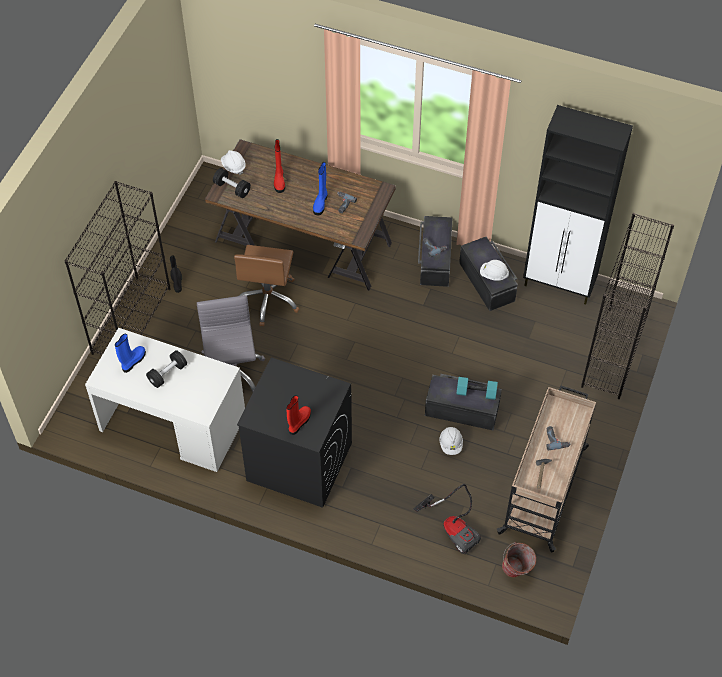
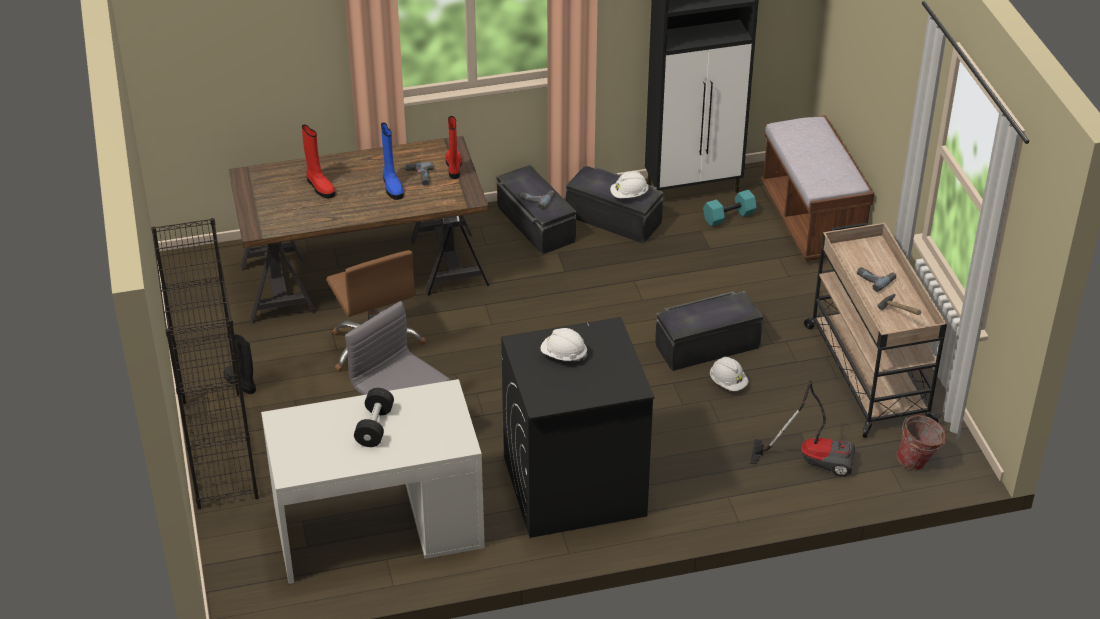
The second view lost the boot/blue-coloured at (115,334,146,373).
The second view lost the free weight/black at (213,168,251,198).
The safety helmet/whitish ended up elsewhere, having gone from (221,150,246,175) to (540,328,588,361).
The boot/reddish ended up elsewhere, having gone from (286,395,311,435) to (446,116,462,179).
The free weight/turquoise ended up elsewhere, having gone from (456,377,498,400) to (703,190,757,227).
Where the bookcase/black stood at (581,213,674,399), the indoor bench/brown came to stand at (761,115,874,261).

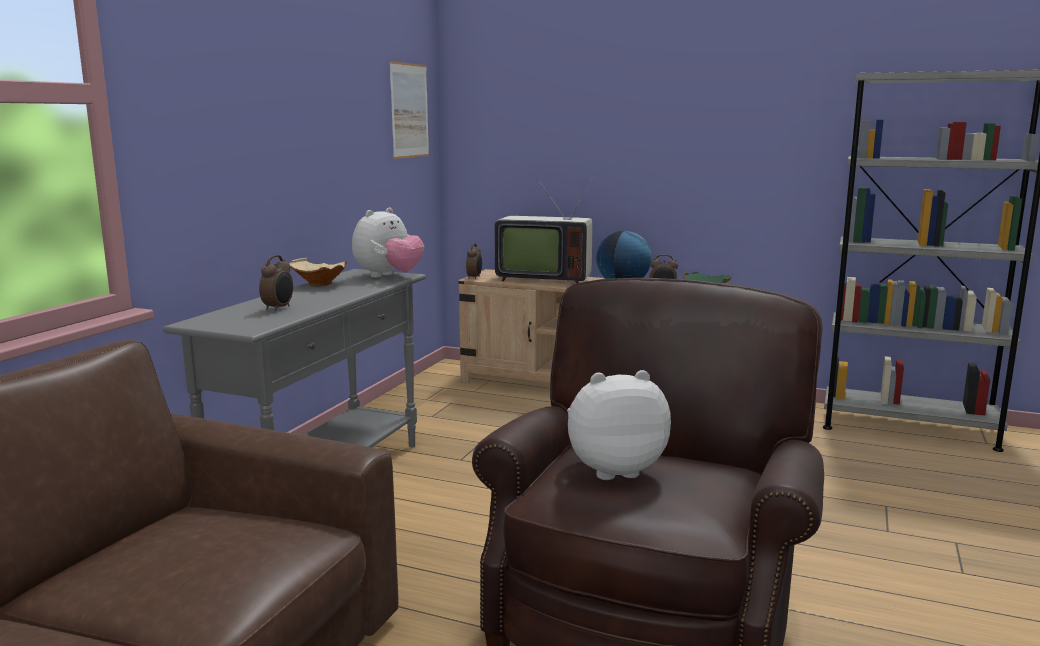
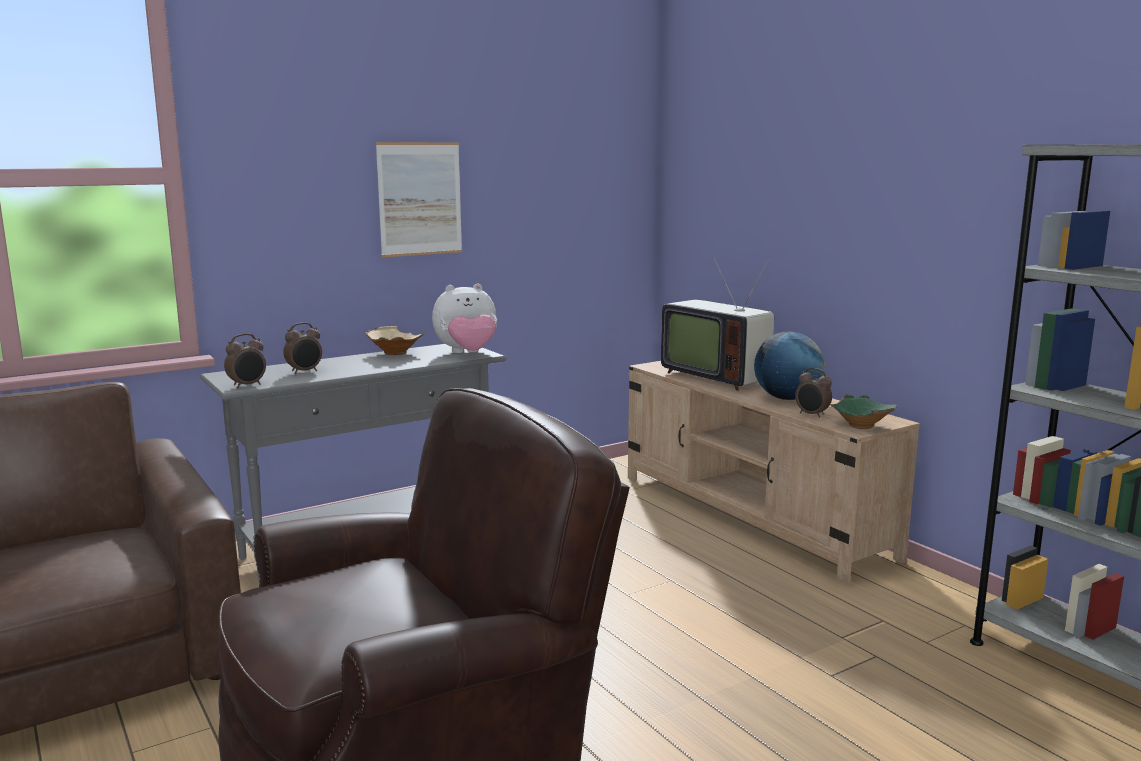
The picture ended up elsewhere, having gone from (389,61,429,159) to (376,142,462,258).
The alarm clock ended up elsewhere, having gone from (466,243,482,279) to (224,333,266,388).
The second view lost the plush toy at (567,370,671,480).

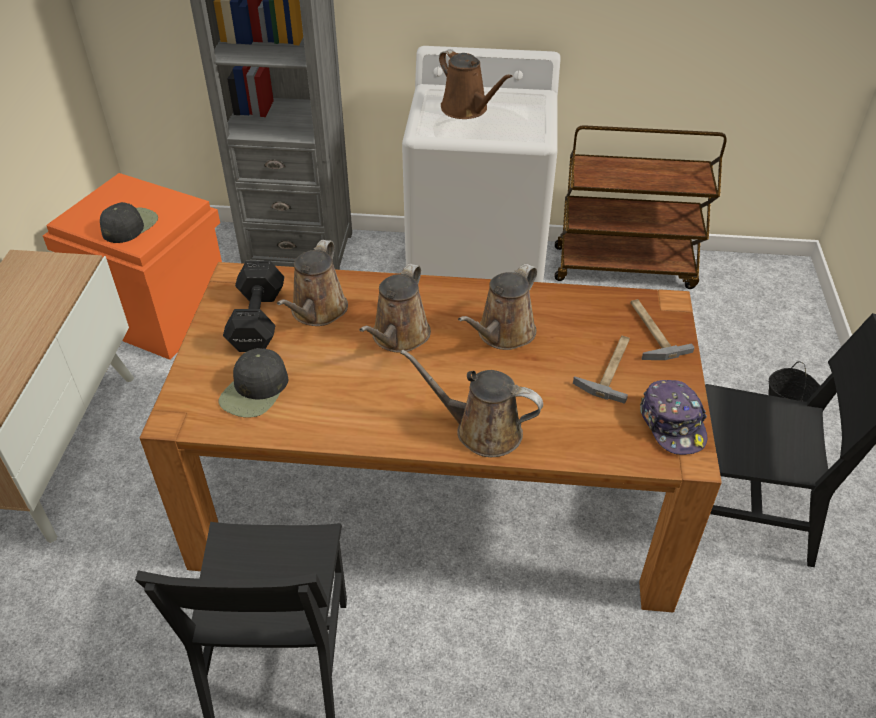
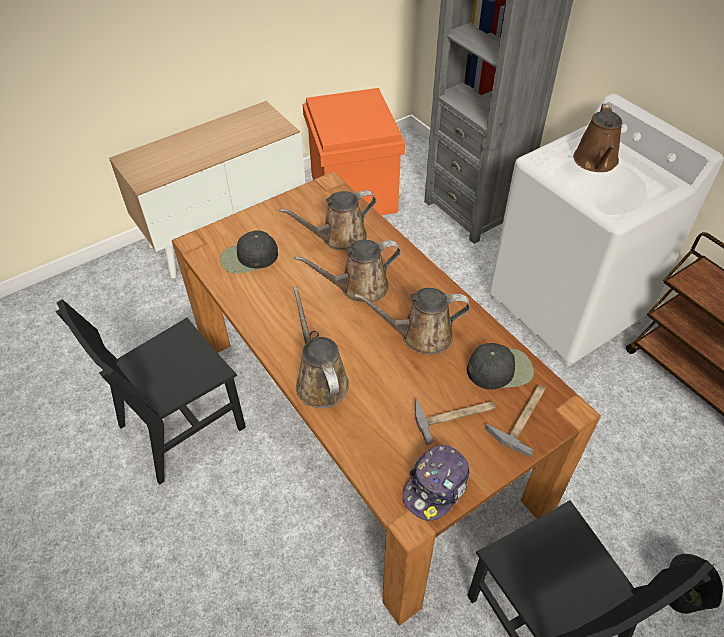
The cap/black ended up elsewhere, having gone from (100,202,158,243) to (467,343,534,390).
The second view lost the free weight/black at (223,261,284,352).

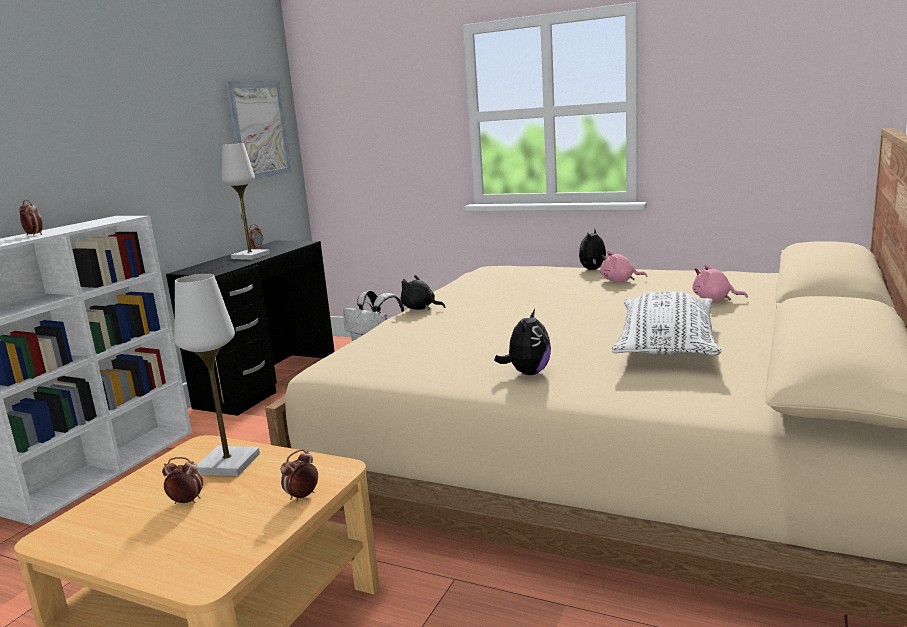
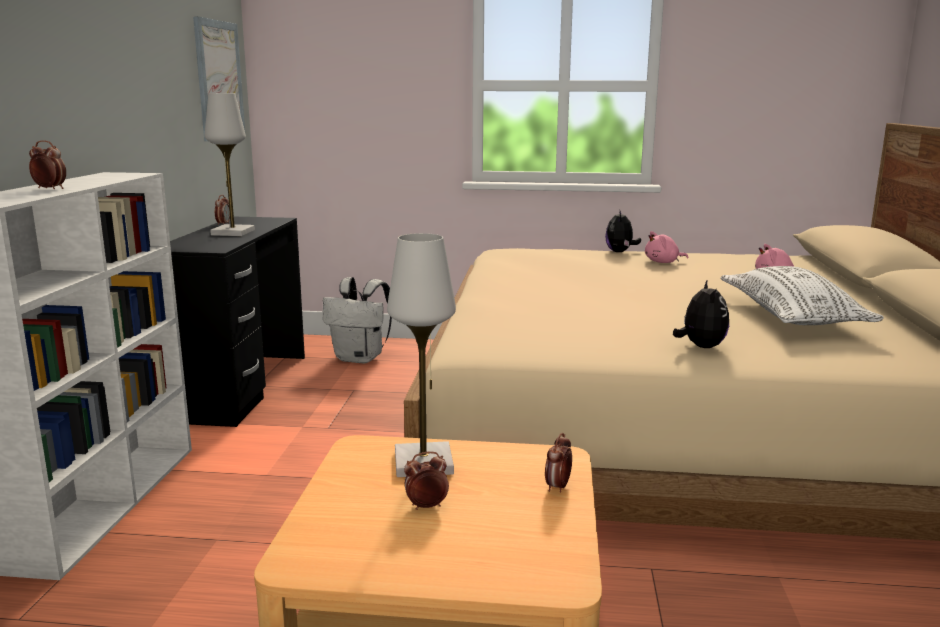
The second view lost the plush toy/black at (401,275,445,310).

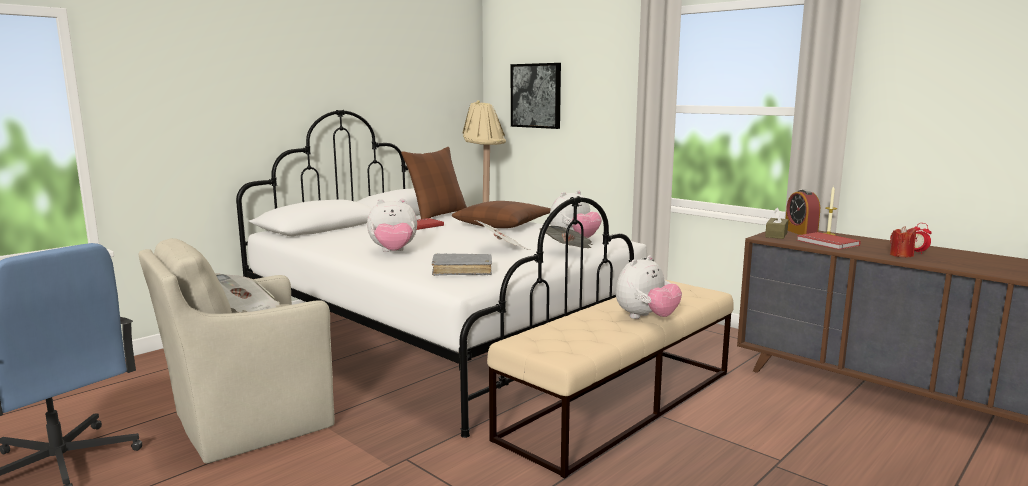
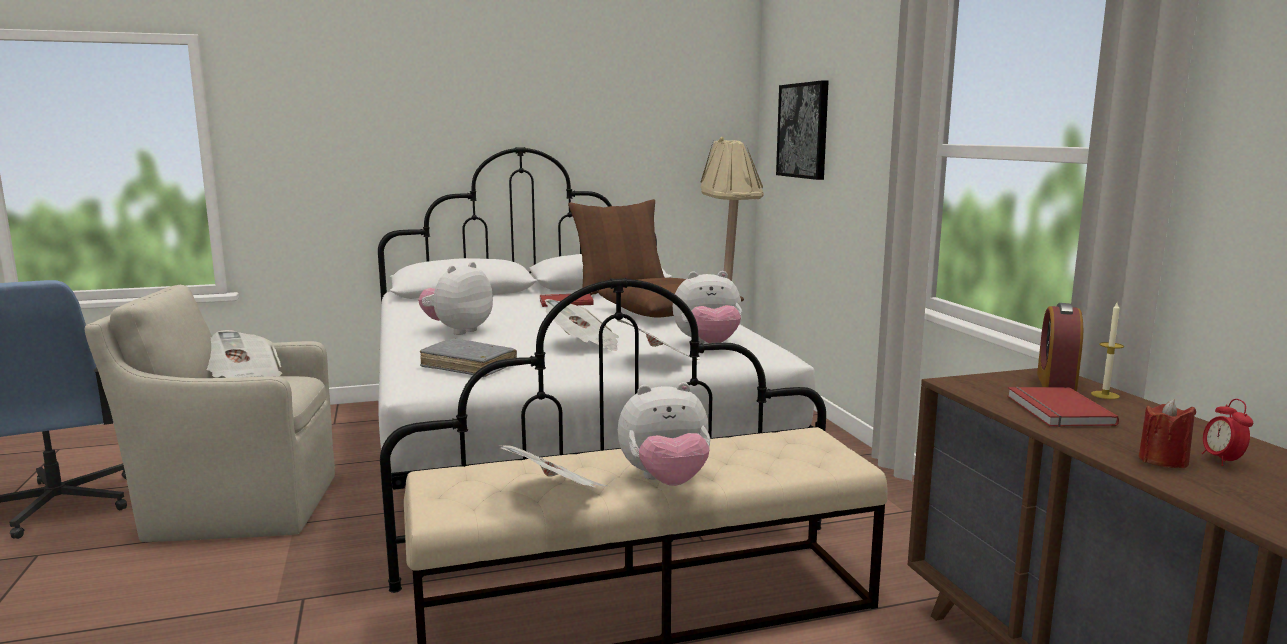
The plush toy at (367,198,417,252) ended up facing another way, 105 degrees clockwise from before.
The second view lost the box of tissues/brown at (765,207,789,239).
The second view gained the newspaper at (500,445,609,488).

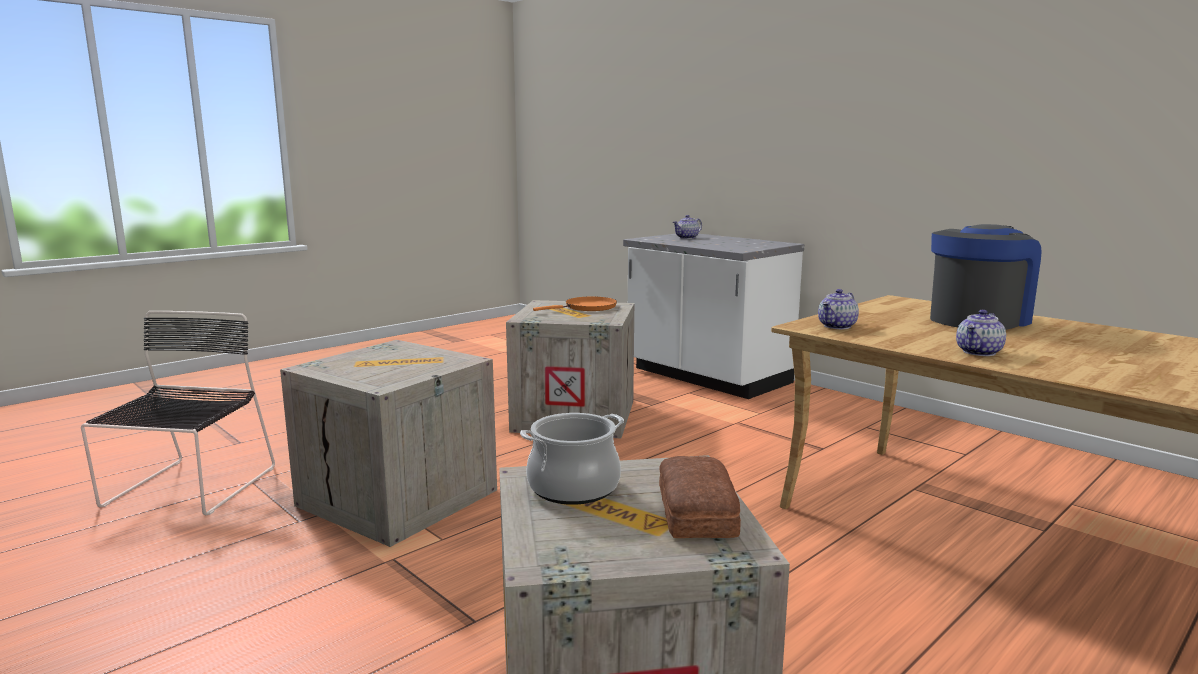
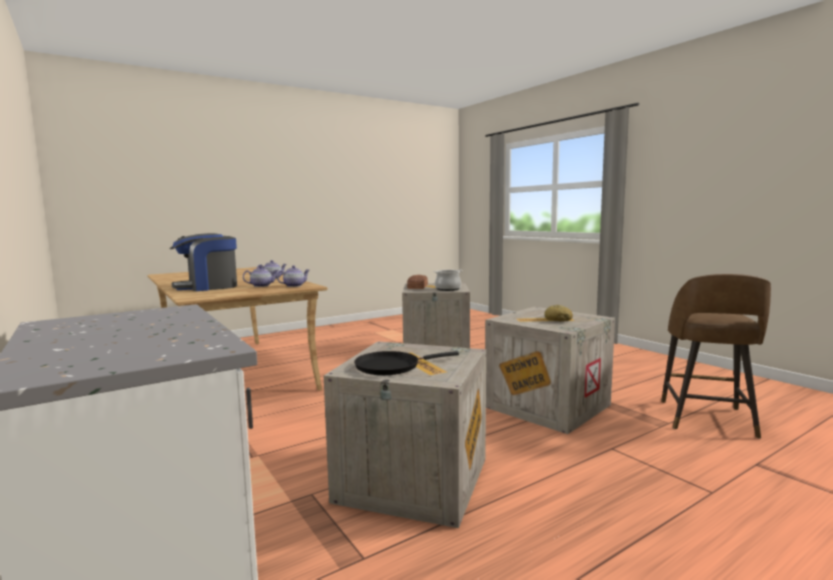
Where the plain chair/black stood at (81,311,275,515), the stool seat/brown came to stand at (661,274,771,439).
What was the skillet/orange at (533,296,617,311) turned into the skillet/black at (354,351,459,375).
The pot for tea ended up elsewhere, having gone from (673,215,702,239) to (243,266,278,287).
The second view gained the baked bread at (544,305,573,322).

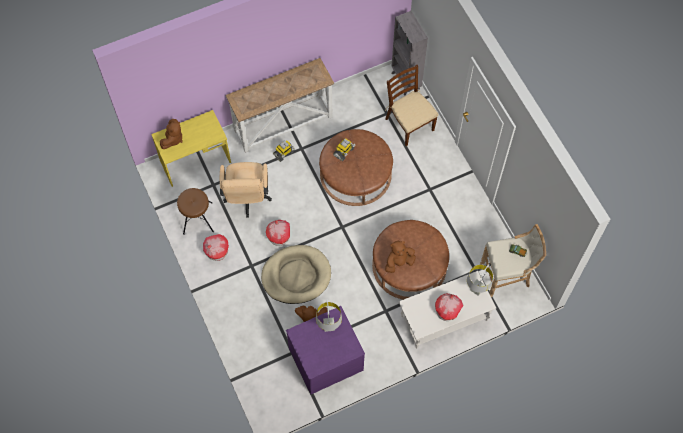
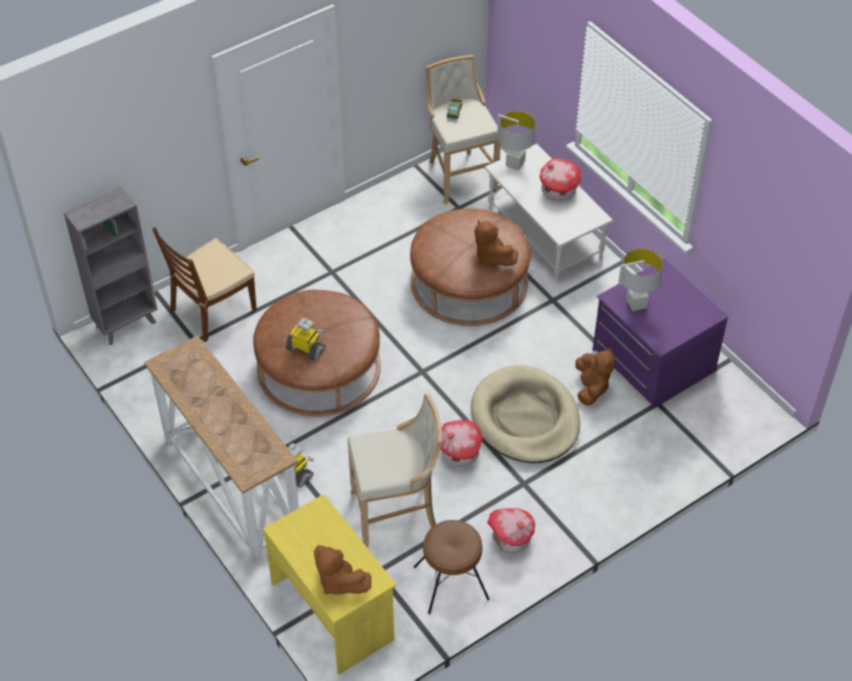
The plush toy/brown at (160,119,183,149) ended up facing another way, 150 degrees counterclockwise from before.
Where the desk chair/beige-coloured stood at (220,162,272,218), the stool seat/beige-coloured came to stand at (348,393,442,548).

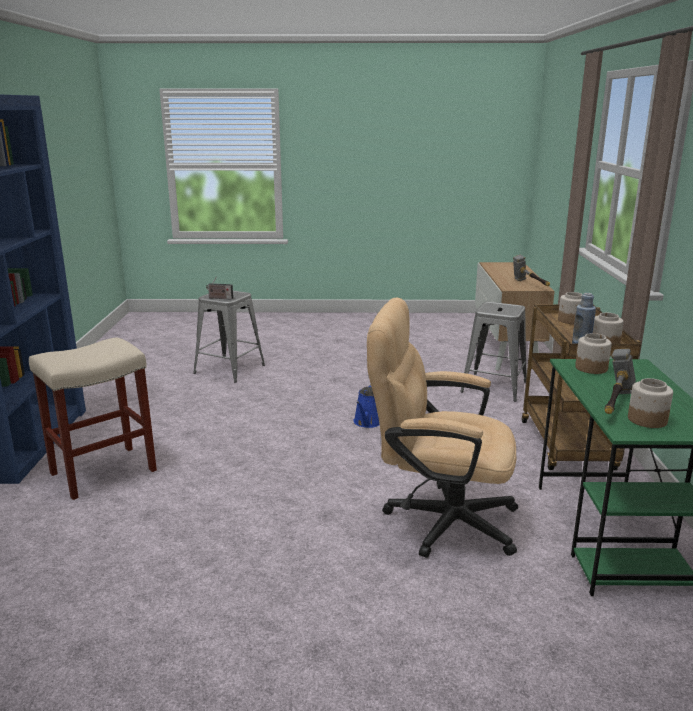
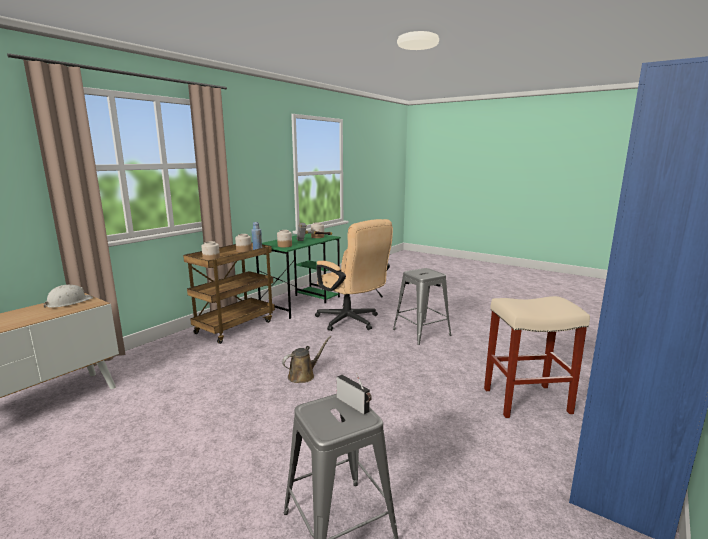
What was the watering can/blue-coloured at (353,384,379,428) turned into the watering can/brown at (282,336,331,383).
The stool seat/gray ended up elsewhere, having gone from (460,302,527,402) to (393,268,451,345).
Where the hammer stood at (513,255,550,286), the safety helmet/whitish came to stand at (43,285,93,308).

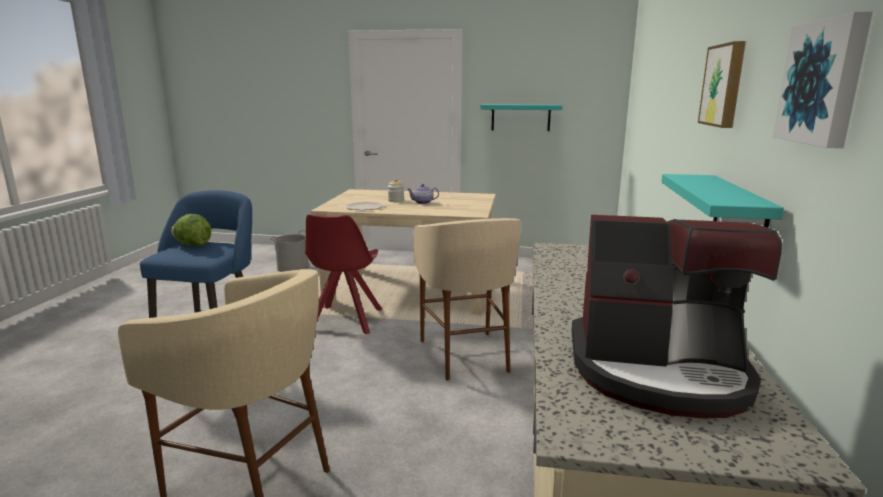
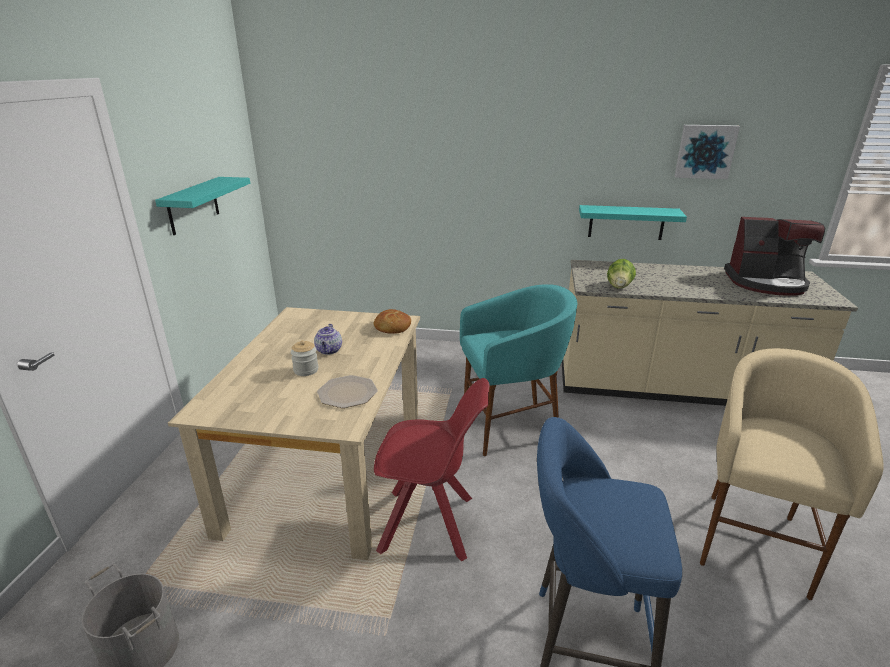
The lettuce ended up elsewhere, having gone from (171,214,211,246) to (607,259,636,289).
What was the stool seat/beige-coloured at (413,218,521,381) turned into the stool seat/turquoise at (460,284,577,456).
The coffee brewer at (571,215,782,418) ended up facing another way, 90 degrees clockwise from before.
The second view lost the picture at (698,41,746,128).
The second view gained the baked bread at (373,309,411,334).

